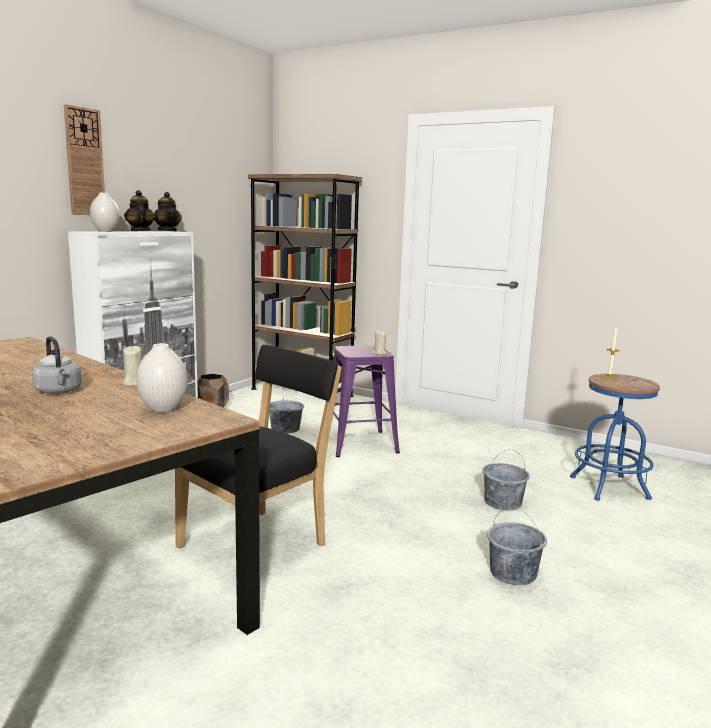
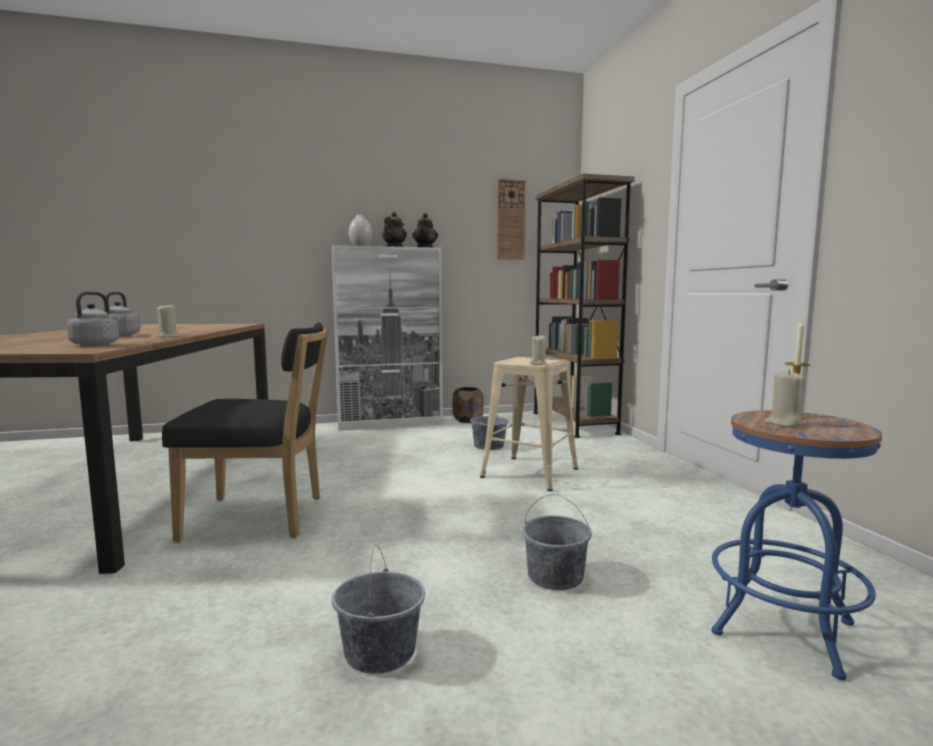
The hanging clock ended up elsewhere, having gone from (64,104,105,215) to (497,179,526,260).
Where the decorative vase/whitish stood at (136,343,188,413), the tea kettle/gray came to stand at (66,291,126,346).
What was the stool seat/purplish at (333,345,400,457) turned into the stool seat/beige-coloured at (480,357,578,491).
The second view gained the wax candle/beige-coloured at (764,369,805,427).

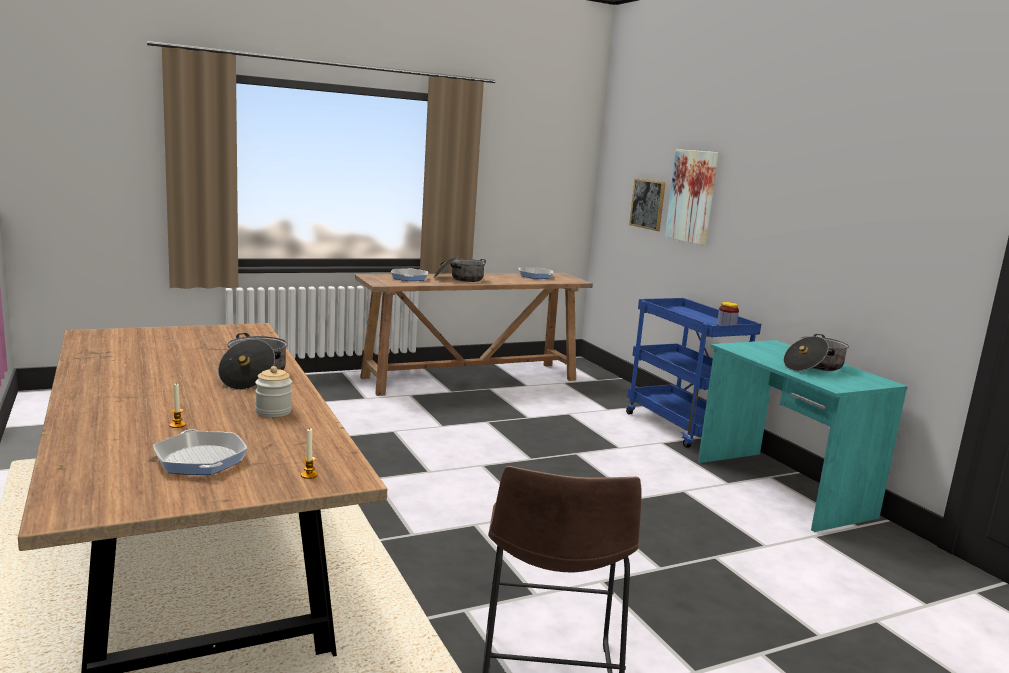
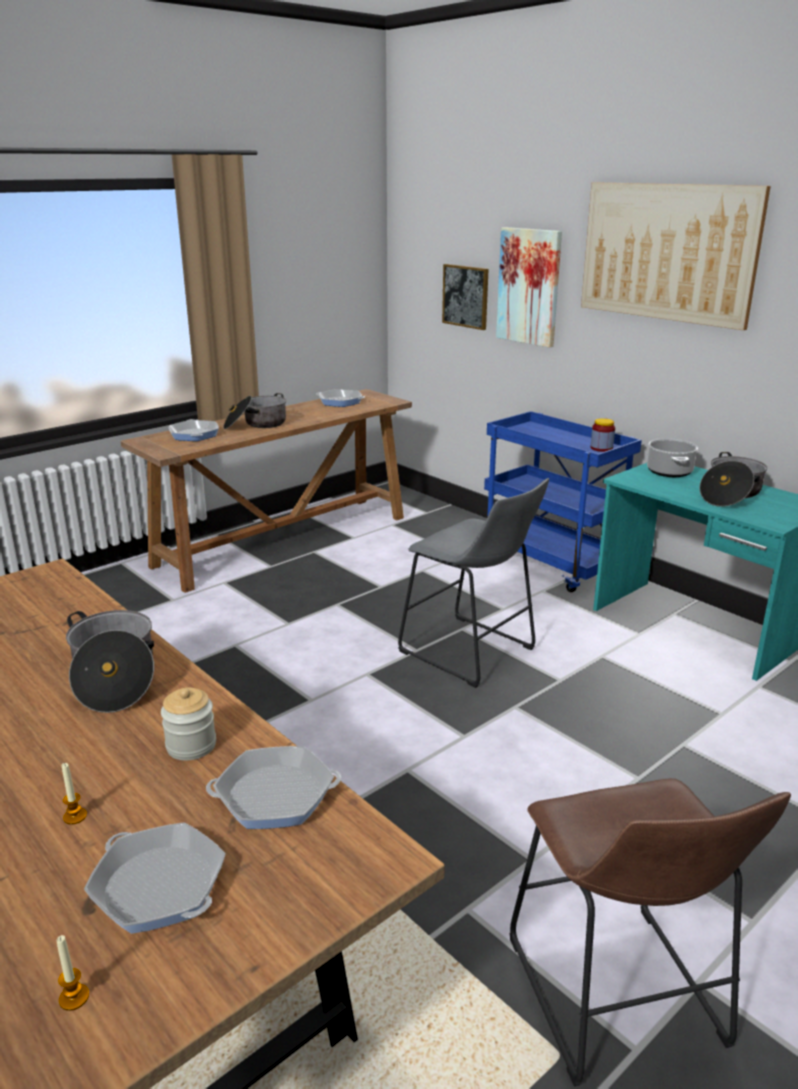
The wax candle ended up elsewhere, having gone from (300,429,318,479) to (57,935,89,1011).
The second view gained the skillet at (206,746,341,829).
The second view gained the stool seat/gray at (398,478,549,688).
The second view gained the picture at (581,182,771,330).
The second view gained the saucepot at (647,438,698,477).

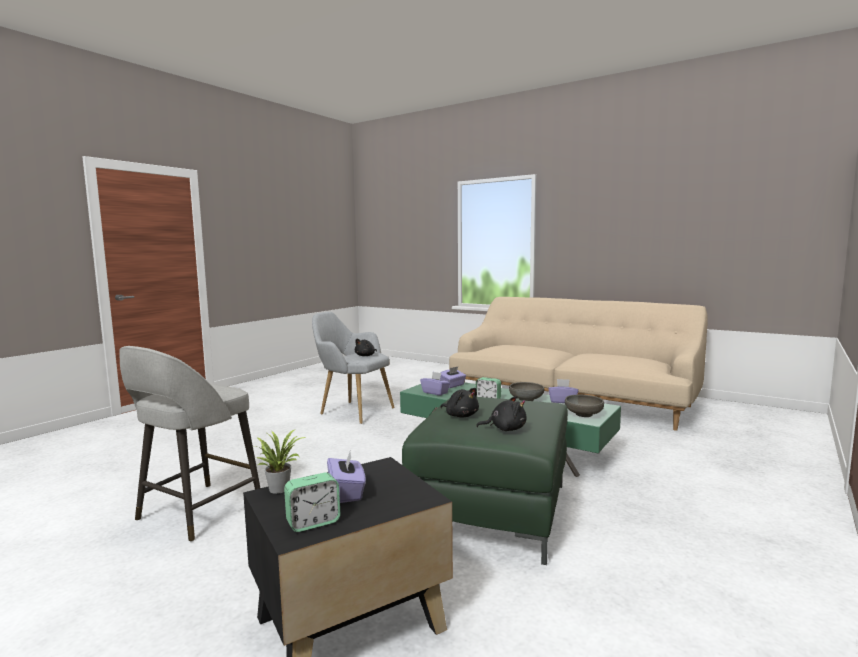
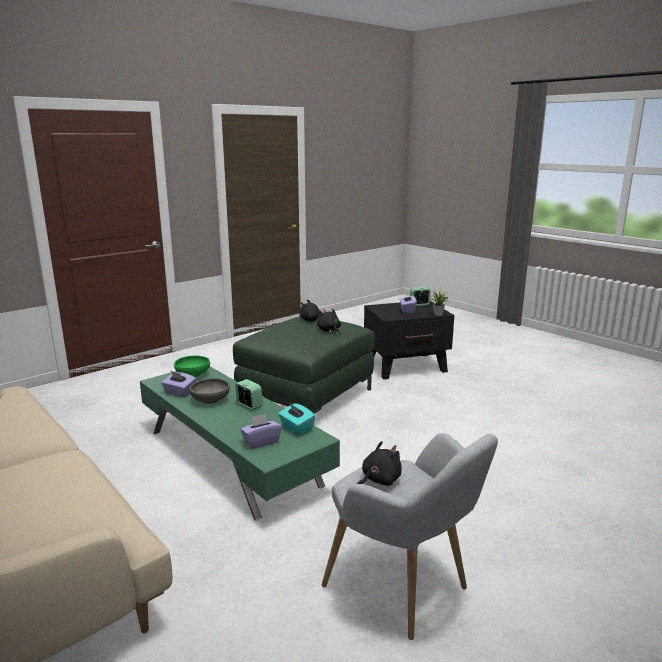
The second view lost the stool seat/gray at (119,346,260,542).
What was the box of tissues/purplish at (420,372,450,396) turned into the box of tissues/turquoise at (278,403,315,435).
What was the deep dish/gray at (565,395,604,417) turned into the deep dish/green at (174,356,210,377).

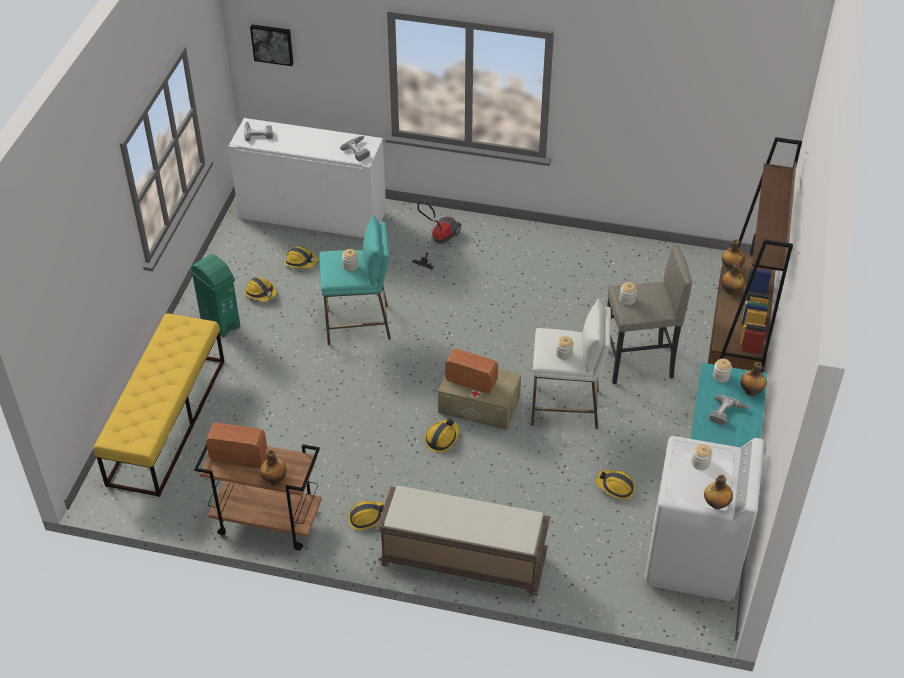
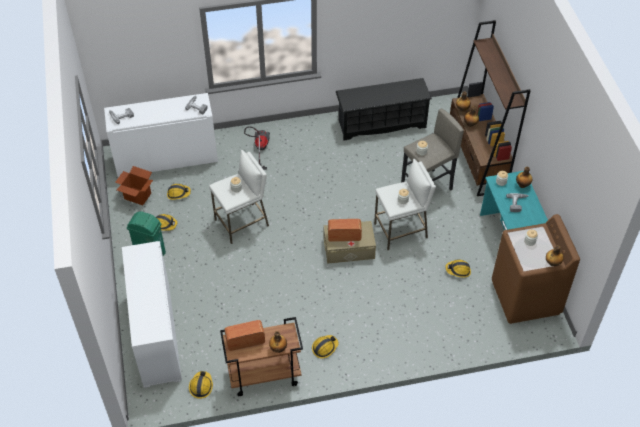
Where the indoor bench/yellow-coloured stood at (93,313,224,497), the storage cabinet/whitish came to stand at (122,241,182,388).
The second view lost the picture at (250,24,294,66).
What was the stool seat/turquoise at (319,215,391,345) turned into the stool seat/whitish at (209,150,269,244).
The second view lost the indoor bench/brown at (376,486,550,595).
The safety helmet ended up elsewhere, having gone from (424,419,459,453) to (189,371,213,399).
What was the laundry appliance/whitish at (645,436,764,602) turned into the laundry appliance/brown at (492,214,580,324).
The second view gained the cardboard box at (115,166,153,205).
The second view gained the shoe stand/black at (336,78,432,141).

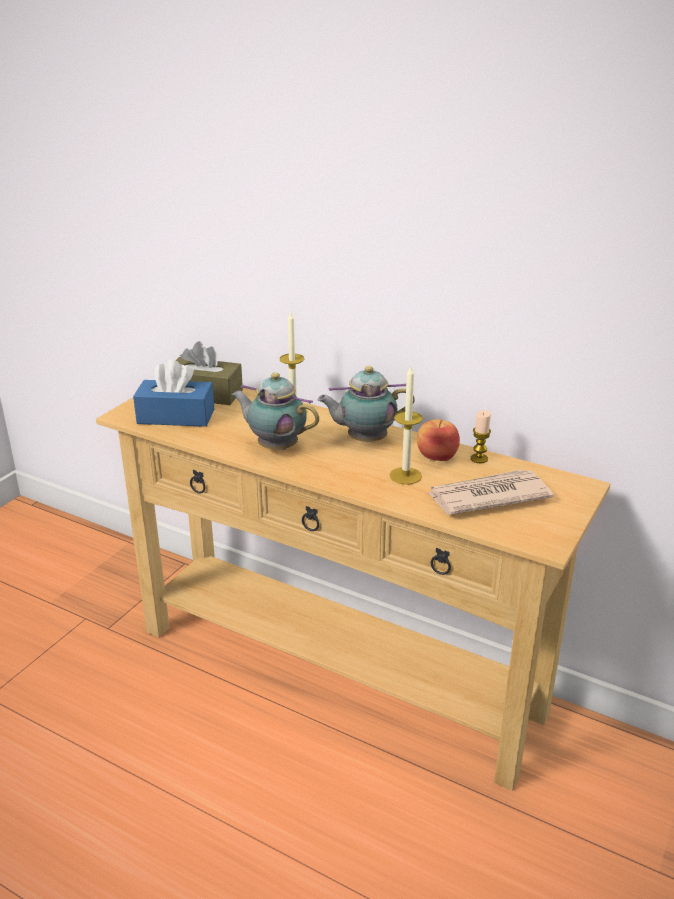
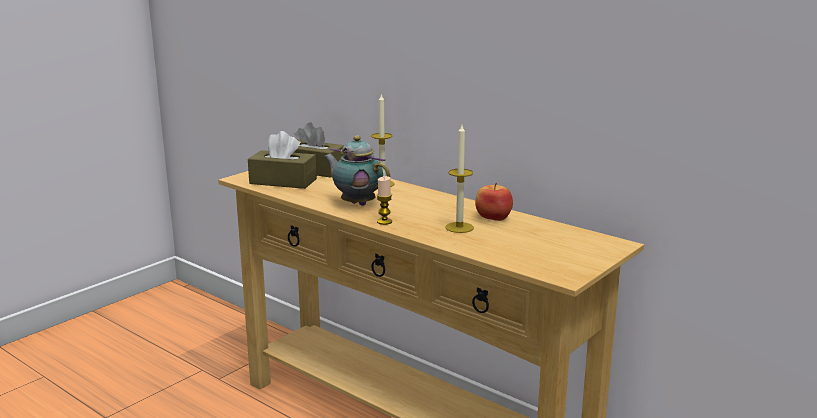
What was the box of tissues/blue-coloured at (133,360,214,427) turned into the box of tissues/brown at (248,131,317,189).
The second view lost the pot for tea at (317,366,415,442).
The second view lost the newspaper at (428,470,554,515).
The wax candle ended up elsewhere, having gone from (471,410,491,463) to (376,176,392,225).

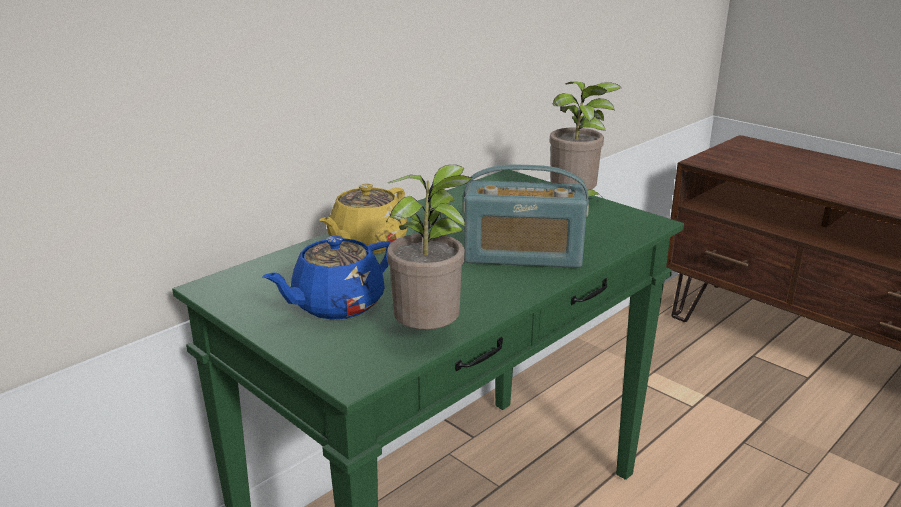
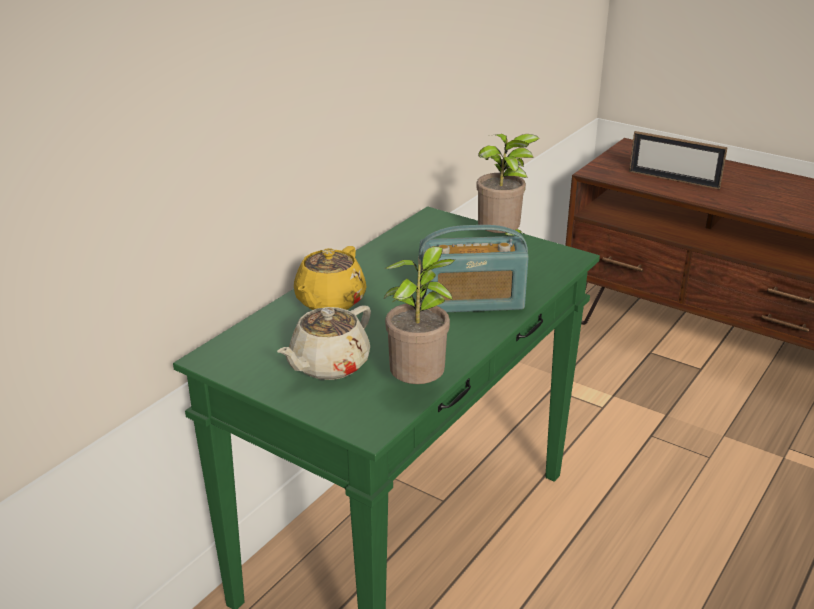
What was the pot for tea/blue-coloured at (263,236,391,320) turned into the pot for tea/beige-coloured at (277,305,371,380).
The second view gained the photo frame at (629,131,728,189).

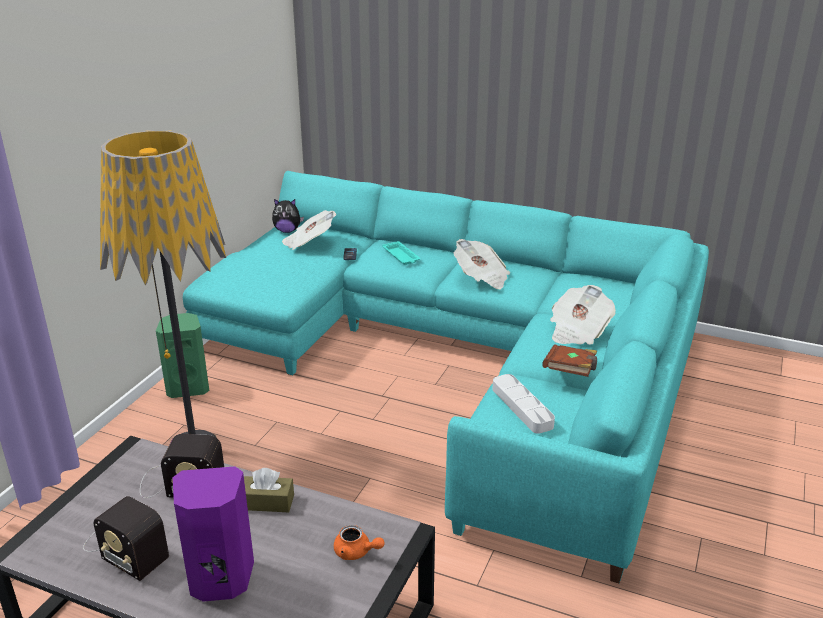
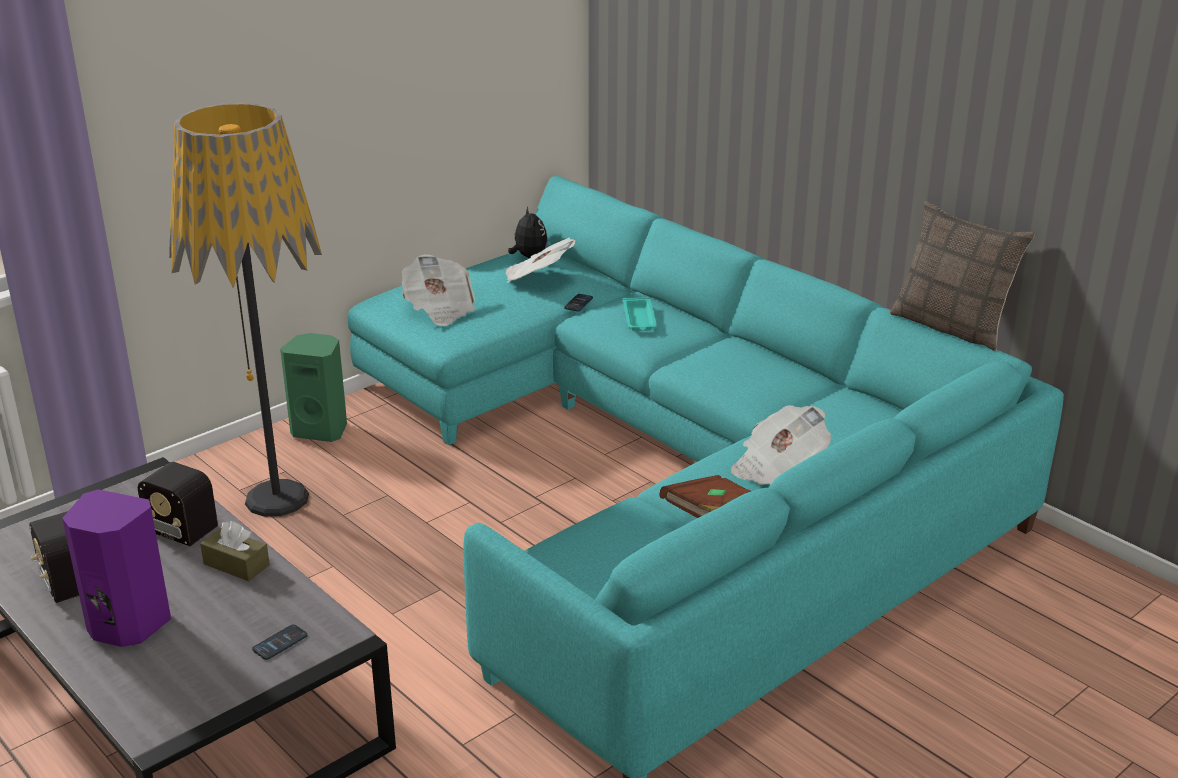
The plush toy at (272,199,304,233) ended up facing another way, 135 degrees counterclockwise from before.
Where the pot for tea/orange stood at (334,525,385,560), the telephone came to stand at (252,624,308,660).
The newspaper ended up elsewhere, having gone from (454,239,510,289) to (402,254,476,326).
The second view lost the tray/gray at (492,374,555,434).
The second view gained the throw pillow at (890,201,1035,351).

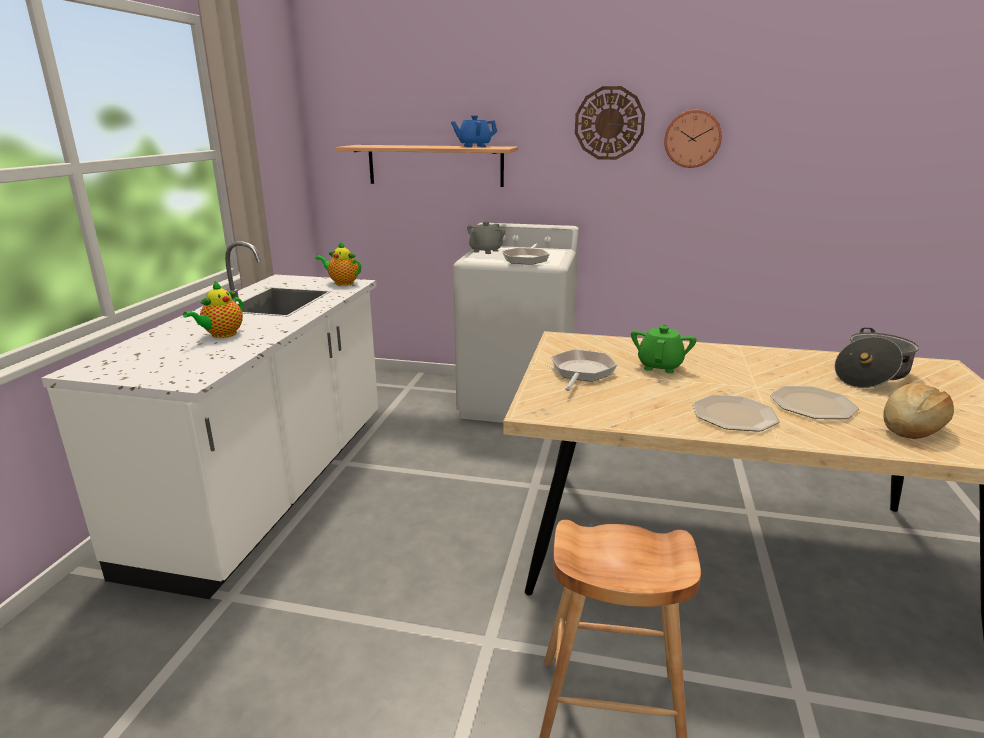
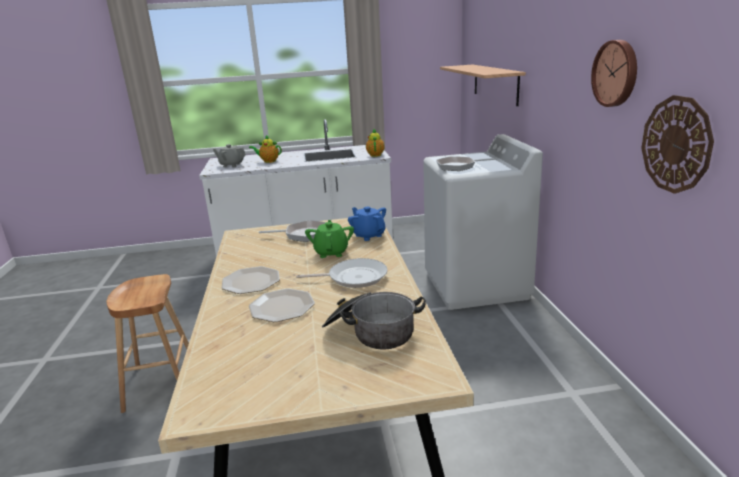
The pot for tea/blue-coloured ended up elsewhere, having gone from (451,115,497,147) to (348,207,386,241).
The pot for tea/gray ended up elsewhere, having gone from (467,221,505,254) to (213,144,246,167).
The hanging clock ended up elsewhere, having gone from (575,86,645,160) to (641,95,714,194).
The pot for tea/green at (631,324,697,373) ended up facing another way, 90 degrees counterclockwise from before.
The second view lost the baked bread at (883,382,954,439).
The second view gained the skillet at (296,258,387,288).

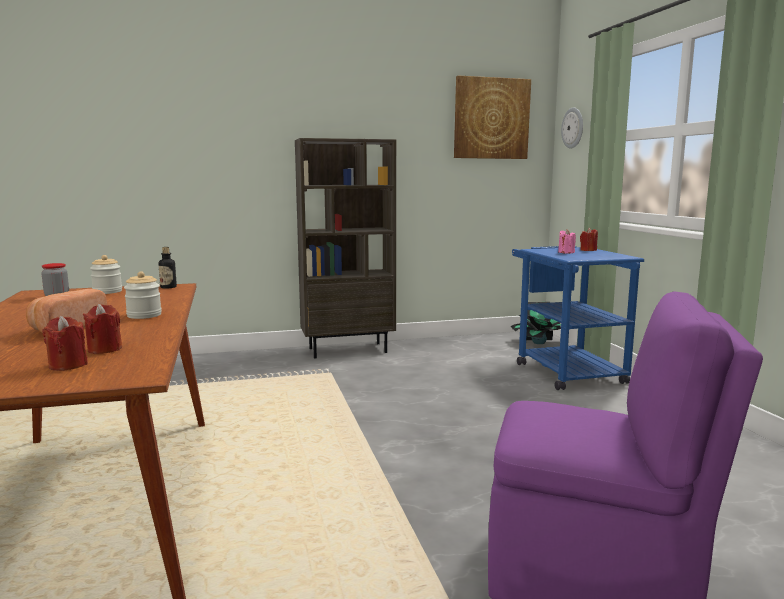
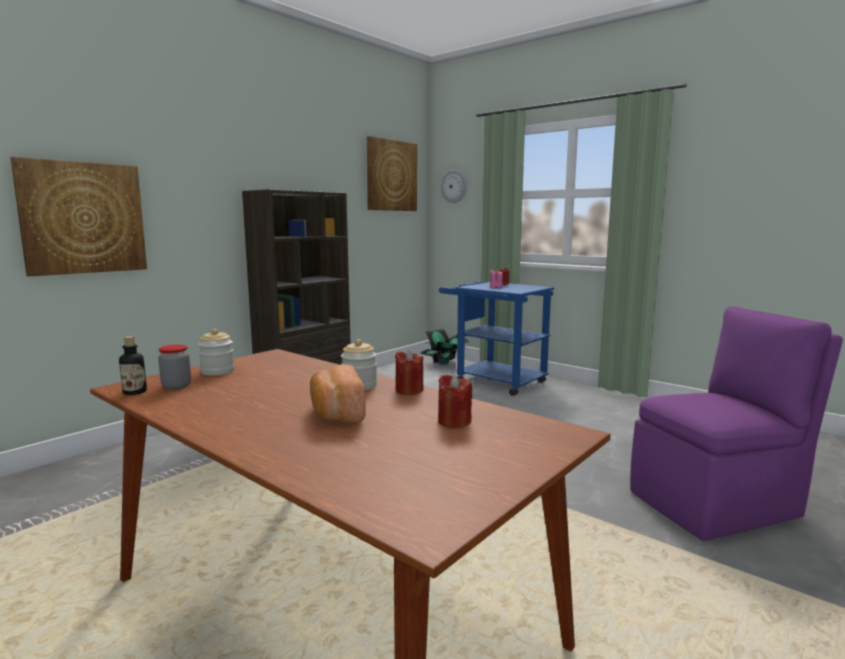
The wax candle/reddish ended up elsewhere, having gone from (42,316,88,371) to (395,350,424,395).
The beverage bottle ended up elsewhere, having gone from (158,247,177,288) to (119,336,147,395).
The second view gained the picture at (10,157,147,276).

